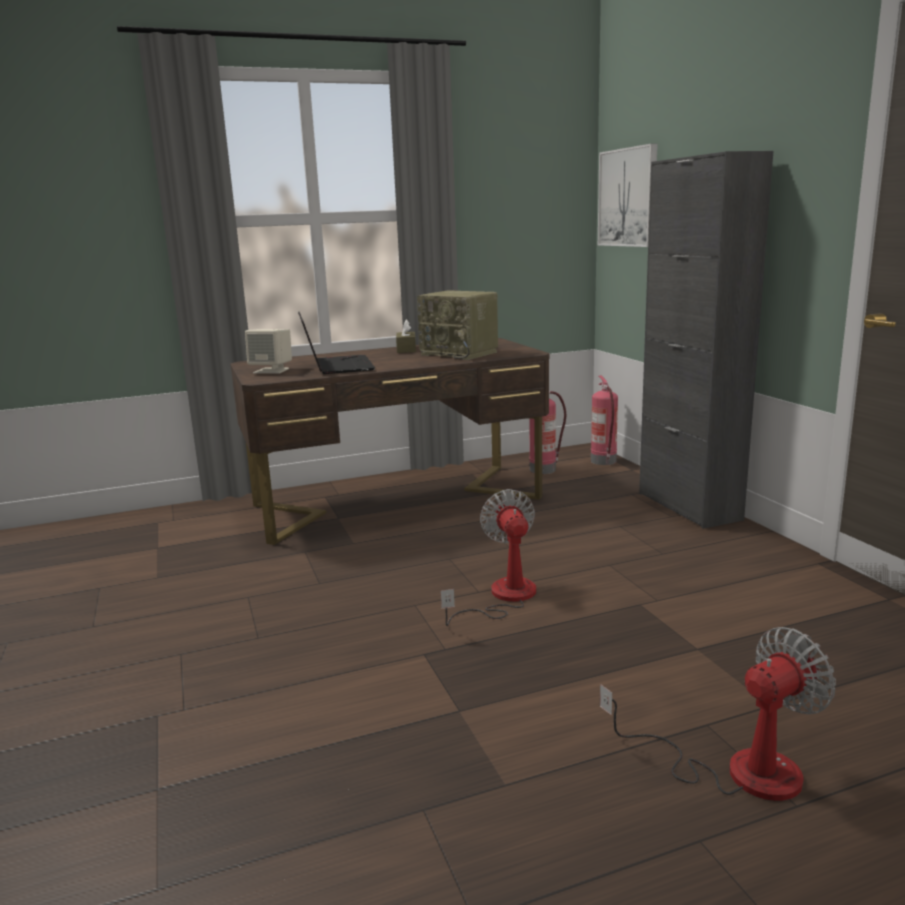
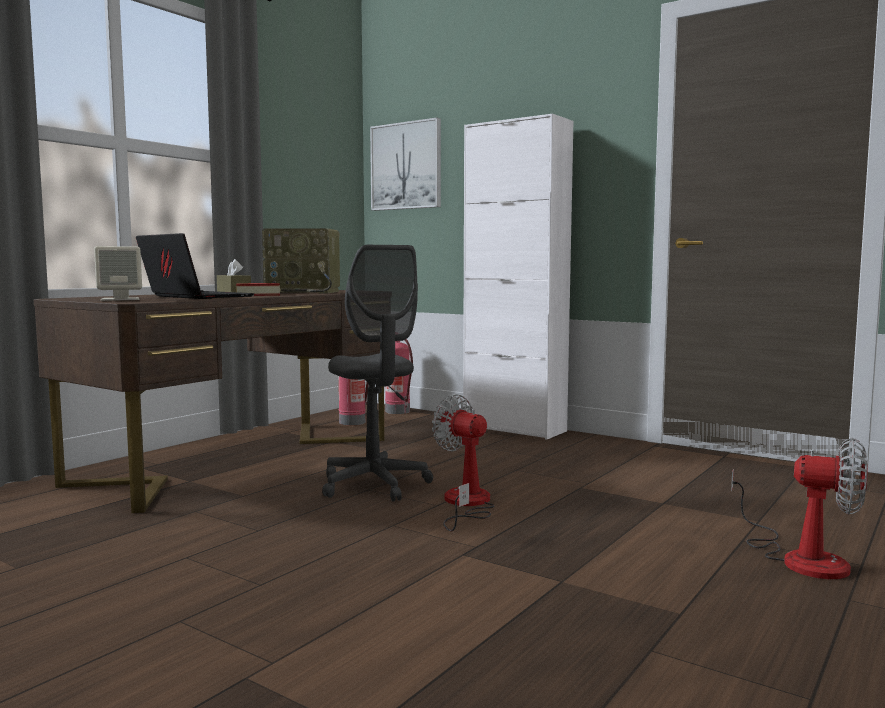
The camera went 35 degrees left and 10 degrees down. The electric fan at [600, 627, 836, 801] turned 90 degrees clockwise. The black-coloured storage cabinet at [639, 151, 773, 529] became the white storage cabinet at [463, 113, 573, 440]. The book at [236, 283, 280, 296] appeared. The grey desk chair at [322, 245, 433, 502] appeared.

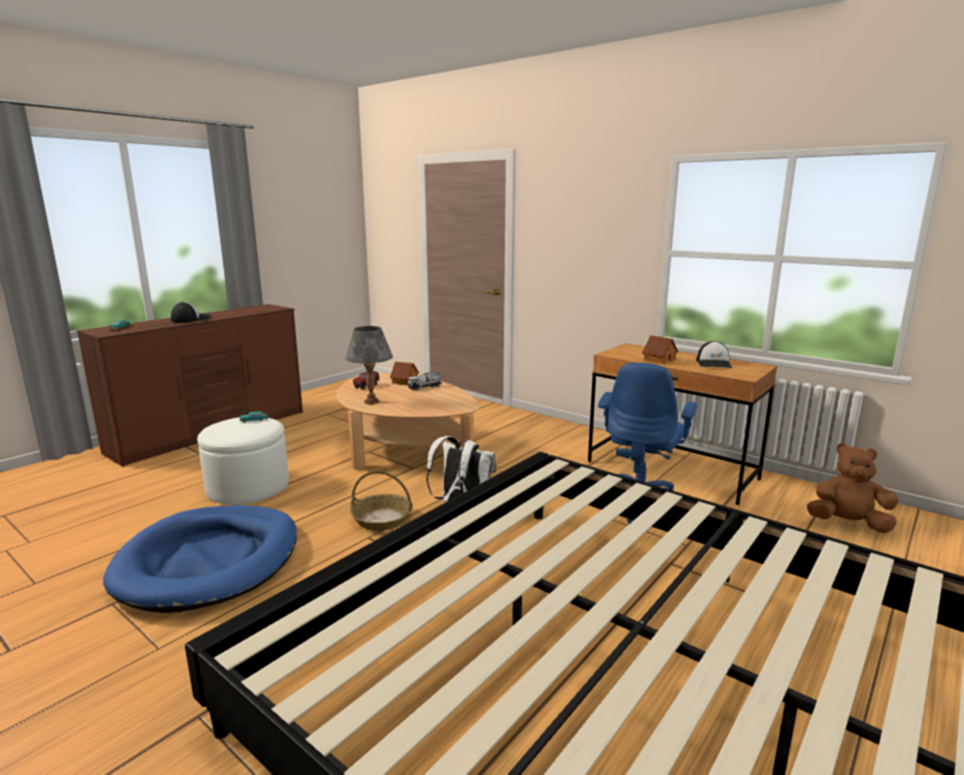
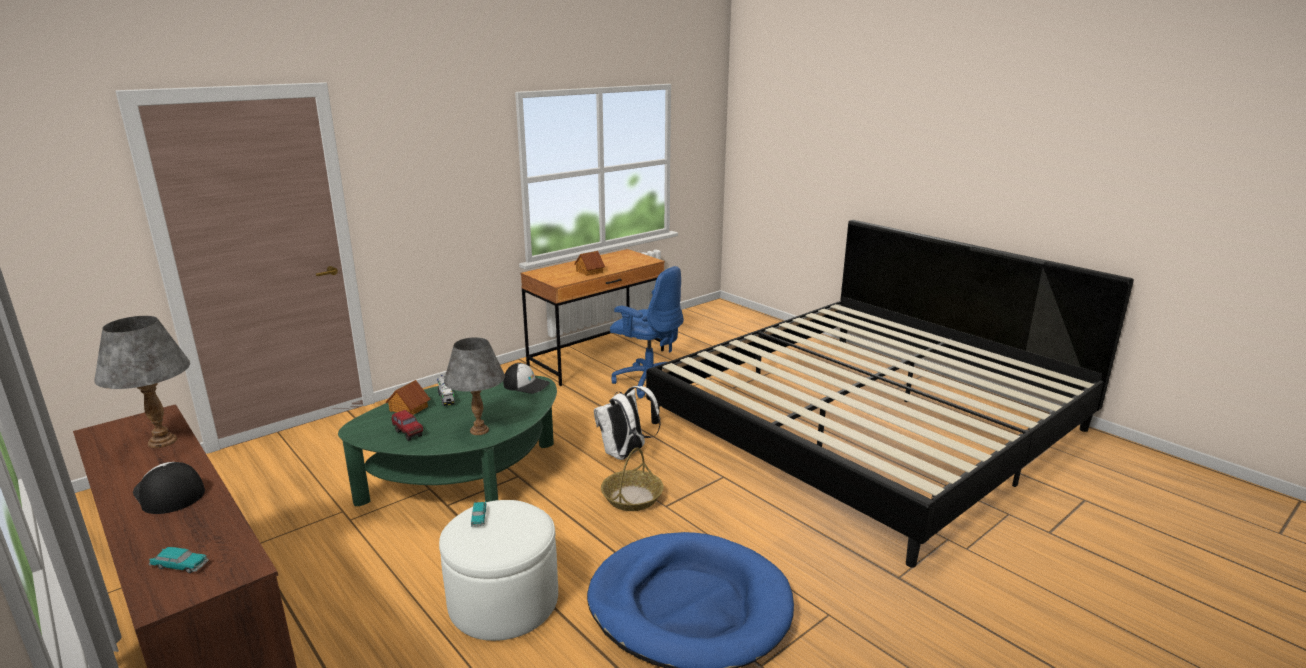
The camera went 80 degrees left and 5 degrees up. The beige lounge table at [336, 373, 480, 470] became the green lounge table at [338, 376, 557, 506]. The peaked cap moved from [696, 341, 732, 368] to [503, 363, 550, 394]. The brown-coloured plush toy at [807, 443, 898, 533] disappeared. The grey lamp for a table at [94, 316, 190, 448] appeared.

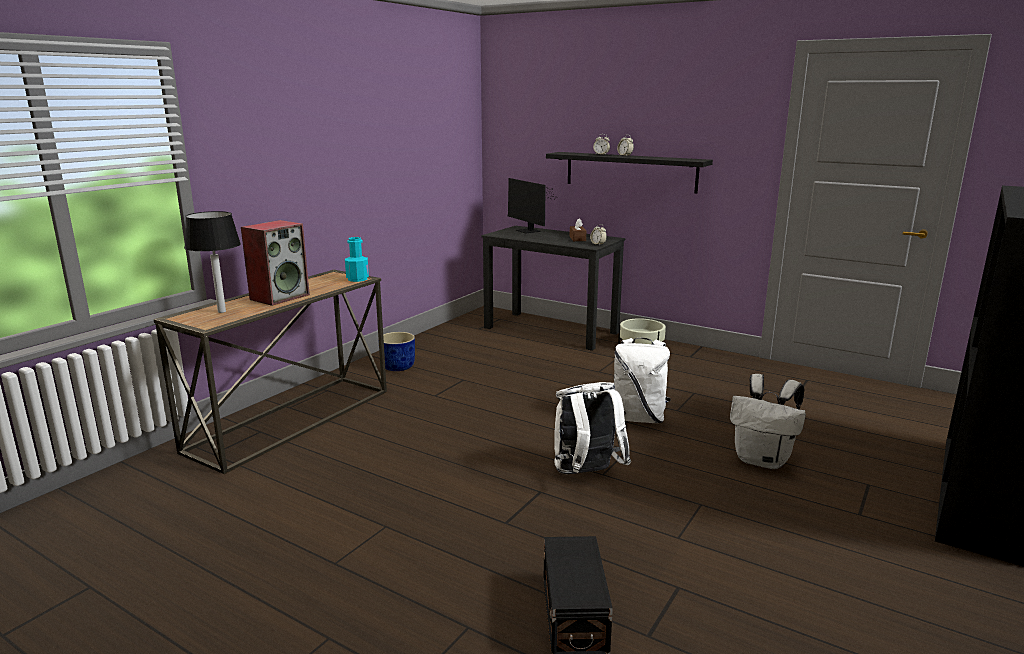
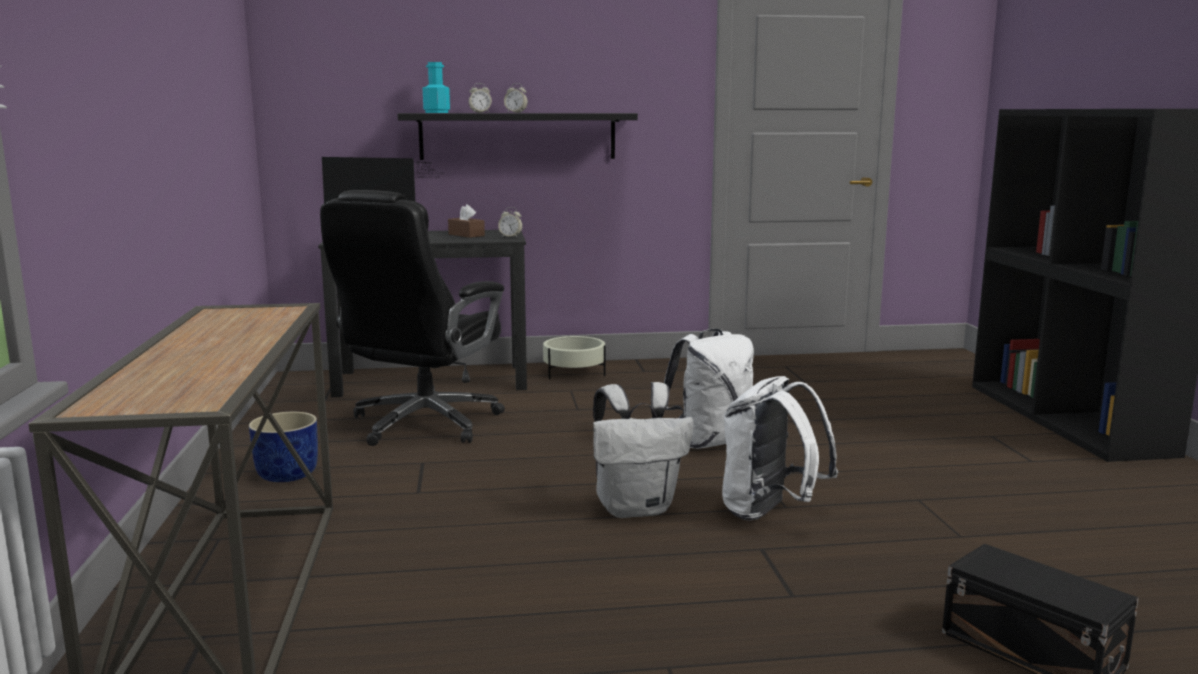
The camera went 40 degrees left and 5 degrees down. The lamp for a table at [184, 211, 241, 313] disappeared. The loudspeaker at [241, 220, 310, 306] disappeared. The turquoise-coloured beverage bottle moved from [345, 237, 369, 282] to [423, 62, 450, 113]. The white backpack moved from [730, 374, 806, 469] to [593, 382, 694, 518]. The black-coloured desk chair at [320, 190, 505, 446] appeared.

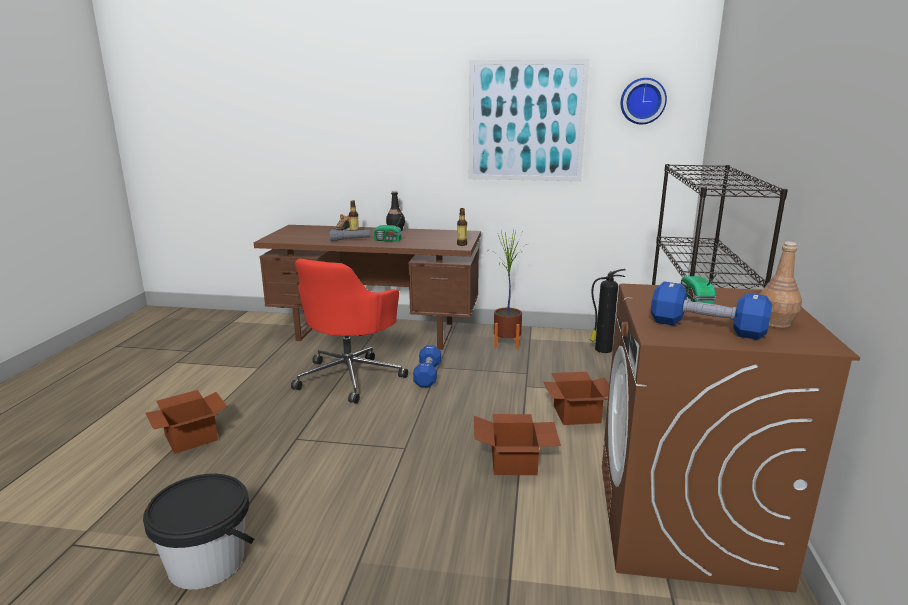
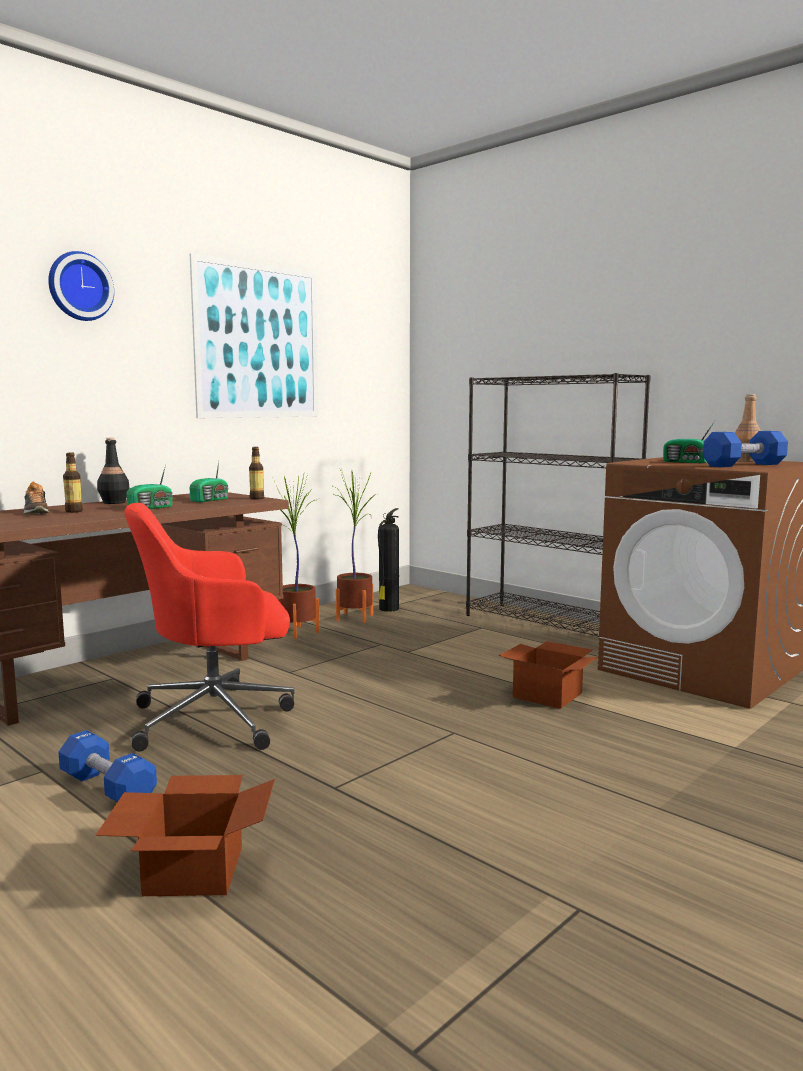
The camera went 55 degrees left and 10 degrees down. The black-coloured water bucket at [143, 474, 254, 590] disappeared. The red desk chair at [291, 259, 408, 404] turned 105 degrees clockwise. The grey hand torch at [329, 230, 370, 241] disappeared. The blue hand weight moved from [413, 345, 441, 388] to [58, 730, 157, 802]. The packing box at [543, 372, 609, 425] disappeared. The clock on the wall moved from [621, 78, 667, 125] to [48, 251, 114, 321]. The radio set at [189, 461, 229, 502] appeared. The houseplant at [333, 469, 376, 623] appeared.

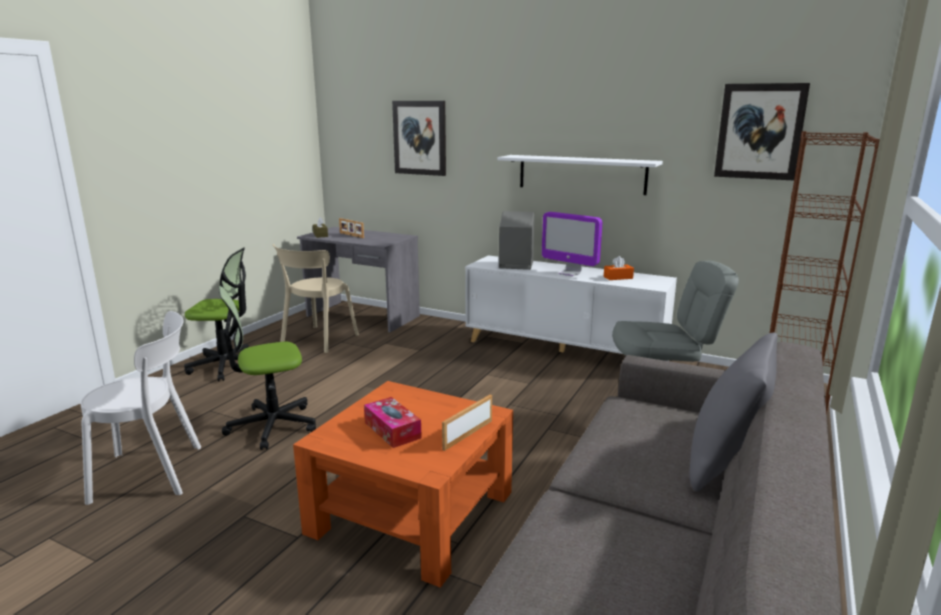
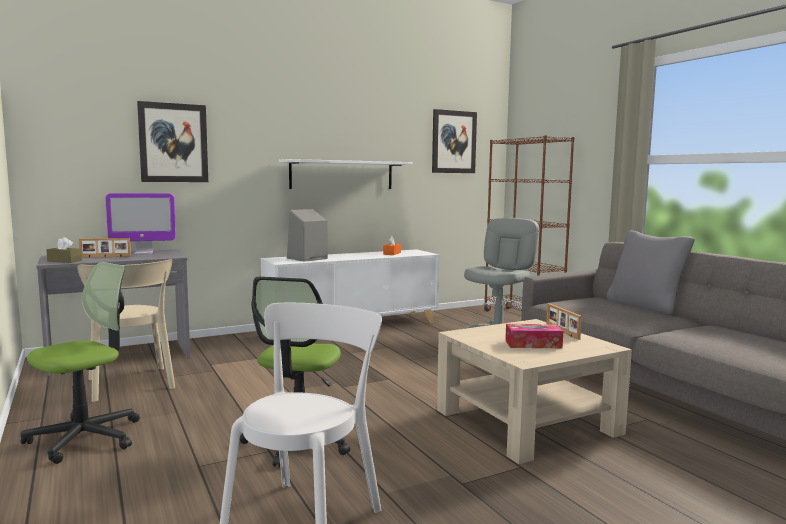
The camera went 55 degrees left and 10 degrees down. The orange lounge table at [293, 381, 513, 588] became the beige lounge table at [437, 319, 632, 464]. The computer screen moved from [542, 212, 602, 276] to [106, 193, 176, 254].

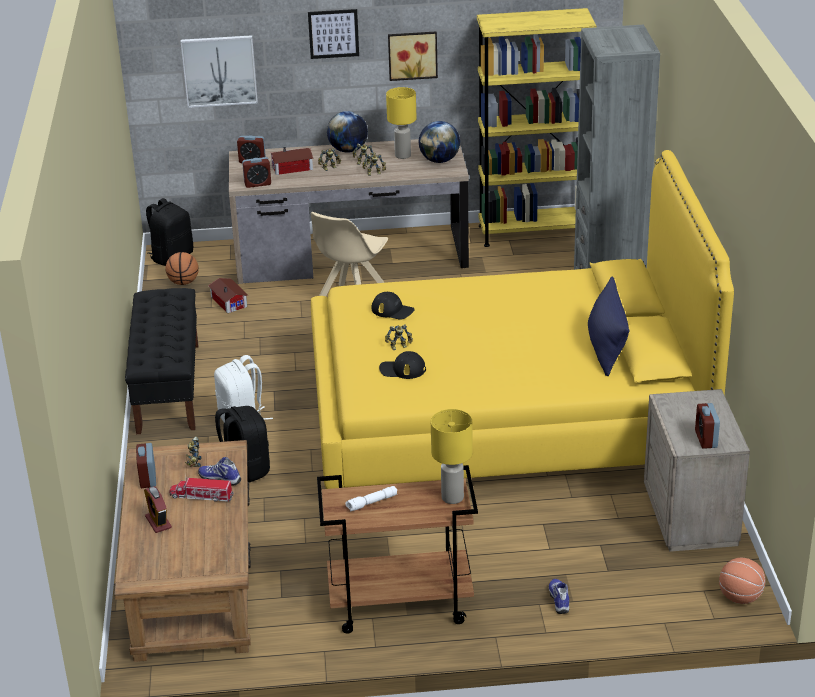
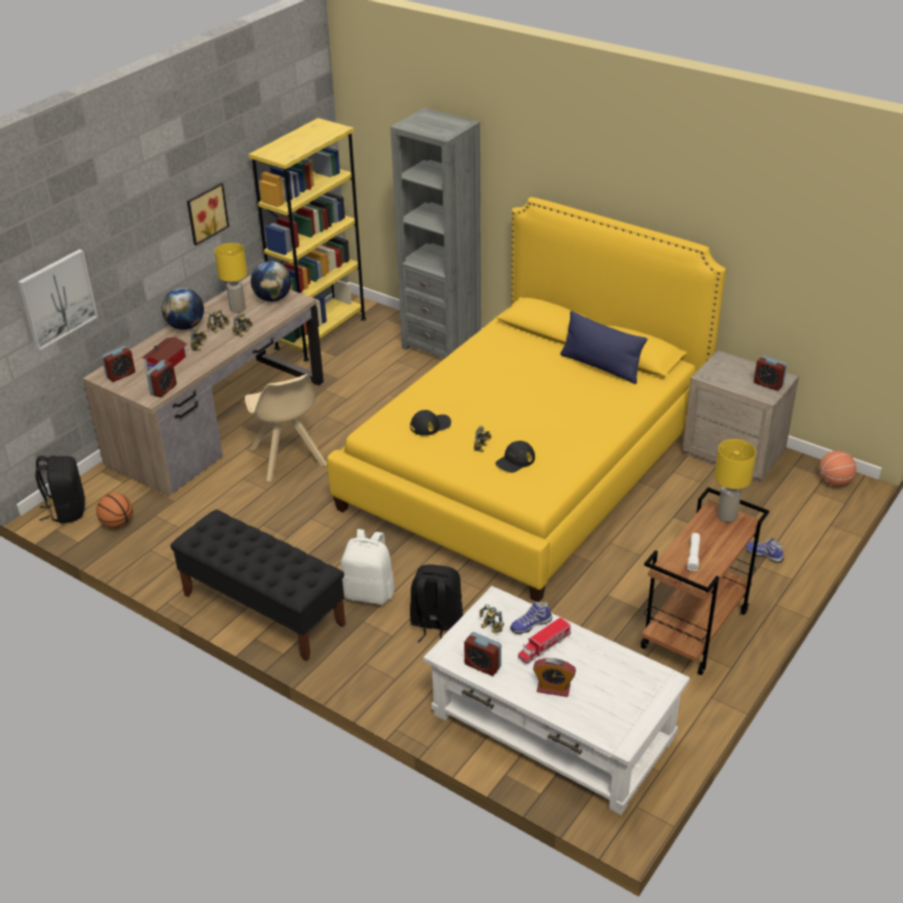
The camera went 50 degrees left and 5 degrees up. The brown-coloured lounge table at [114, 440, 251, 662] became the white lounge table at [423, 586, 690, 815]. The toy house at [208, 278, 248, 313] disappeared. The wall picture at [308, 9, 359, 59] disappeared.

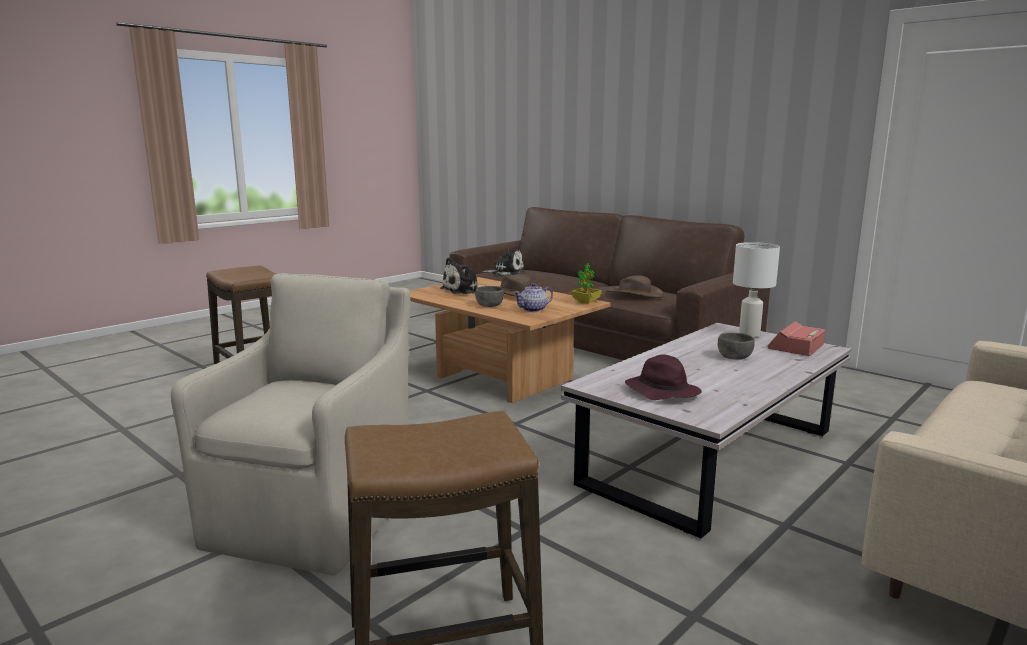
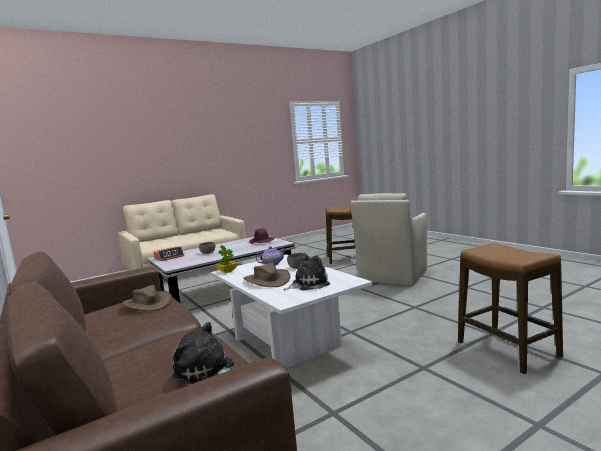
The camera went 165 degrees left and 5 degrees down. The brown-coloured lounge table at [410, 277, 611, 403] became the white lounge table at [211, 254, 372, 369]. The white lamp for a table at [733, 242, 780, 338] disappeared.

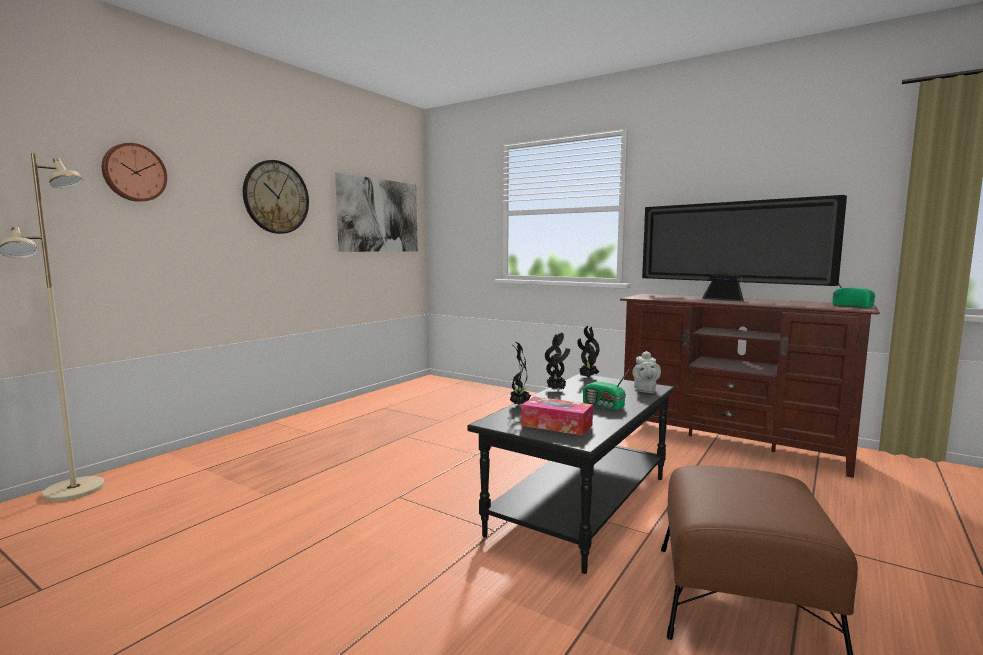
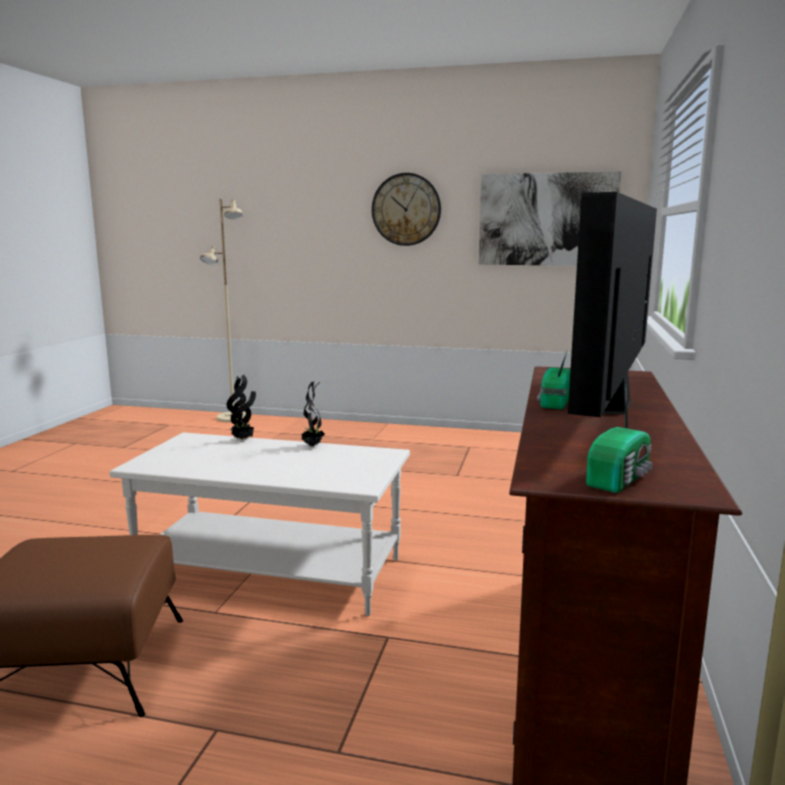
The camera went 70 degrees right and 5 degrees up. The clock on the wall at [102, 143, 167, 202] disappeared. The black-coloured lounge table at [467, 374, 674, 574] became the white lounge table at [110, 432, 410, 616]. The box of tissues at [521, 396, 593, 436] disappeared. The houseplant at [577, 326, 600, 378] disappeared. The radio set moved from [583, 368, 630, 410] to [537, 351, 570, 409]. The grey teapot at [632, 351, 661, 393] disappeared.

